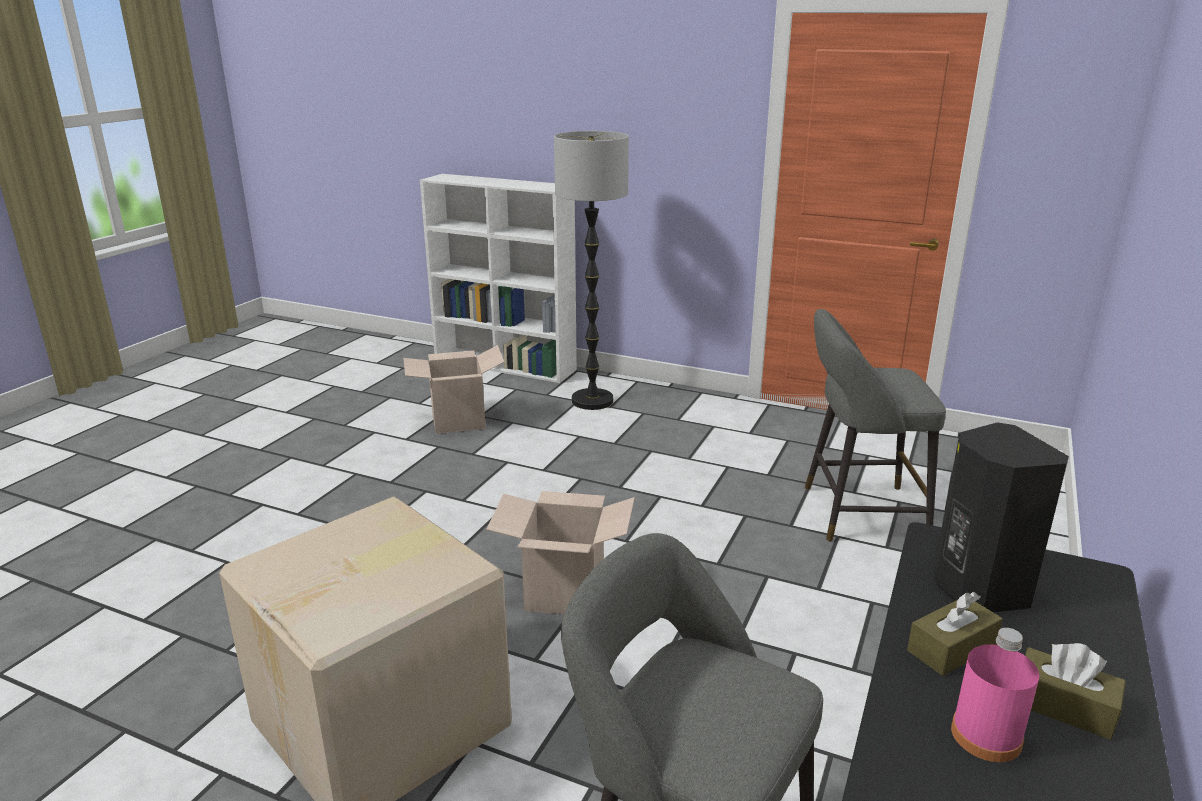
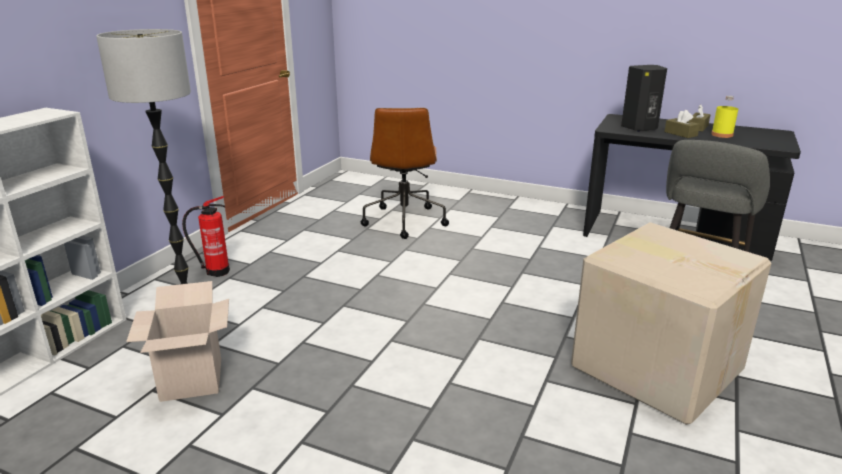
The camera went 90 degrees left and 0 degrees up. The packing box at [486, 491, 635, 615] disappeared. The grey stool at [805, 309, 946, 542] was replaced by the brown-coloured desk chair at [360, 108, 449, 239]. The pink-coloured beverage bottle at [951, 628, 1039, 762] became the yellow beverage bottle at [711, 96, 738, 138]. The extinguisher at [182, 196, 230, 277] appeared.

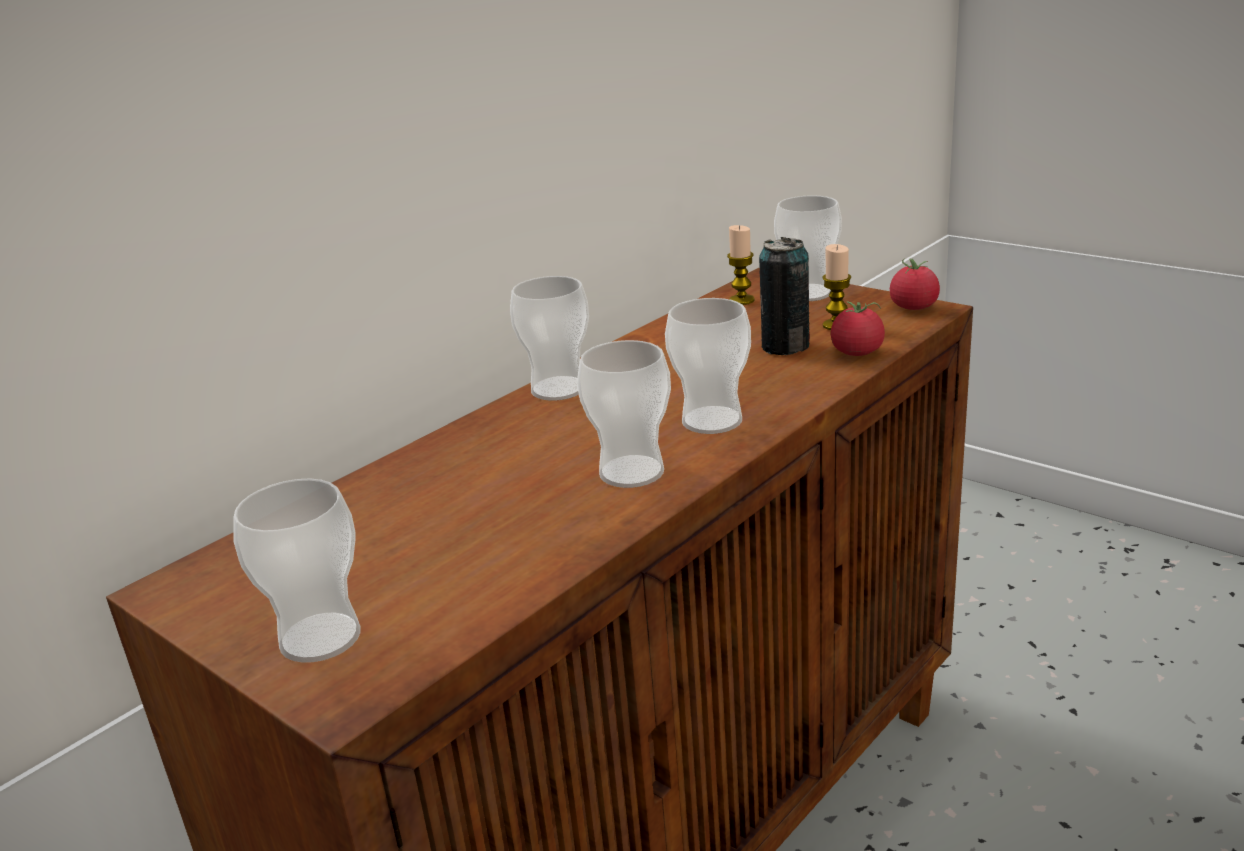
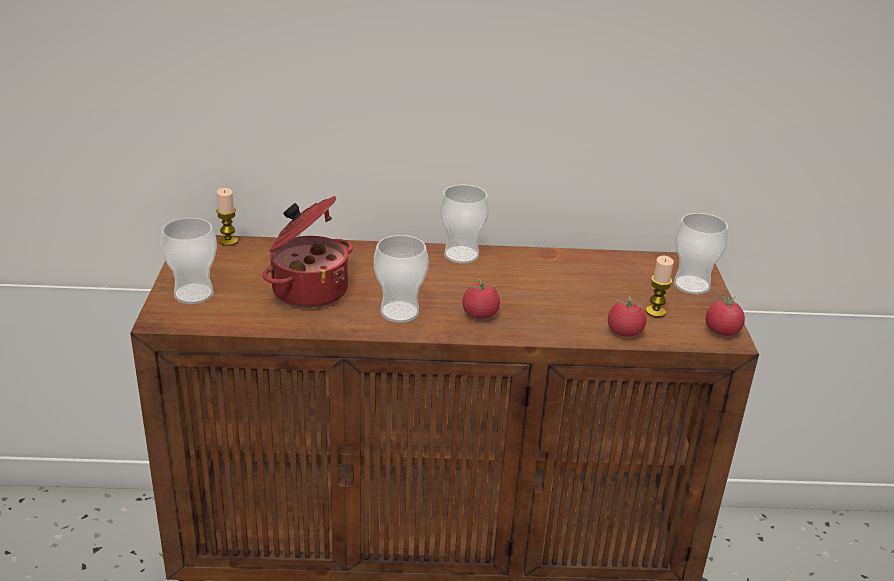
The camera went 45 degrees right and 5 degrees up. The cup at [665, 298, 751, 434] was replaced by the whole tomato at [462, 279, 500, 319]. The wax candle moved from [727, 225, 755, 305] to [216, 188, 238, 246]. The can at [759, 237, 810, 355] disappeared. The saucepot at [262, 196, 353, 308] appeared.

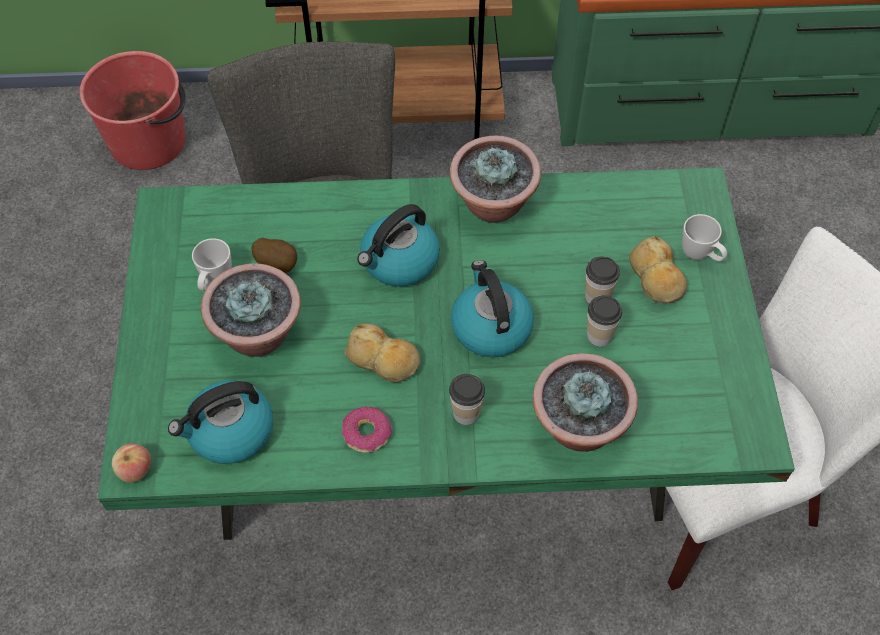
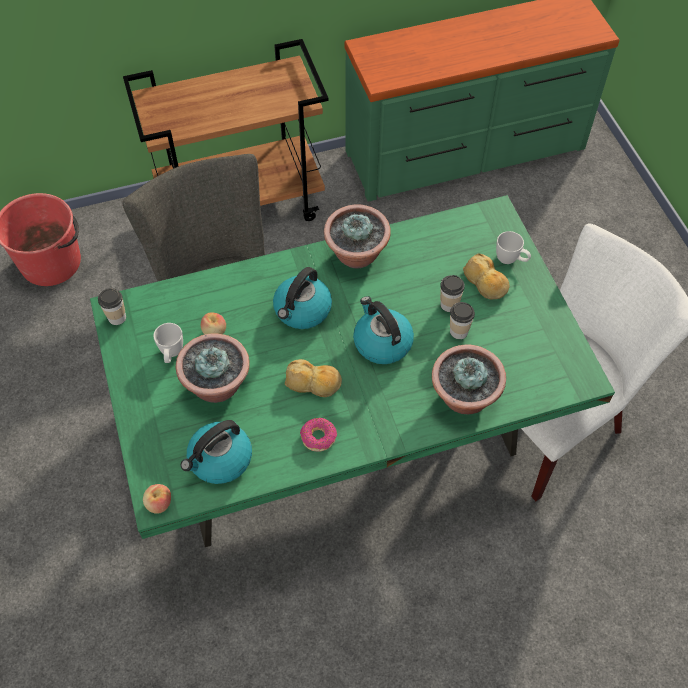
The camera went 15 degrees left and 0 degrees up. The whole potato at [252, 238, 297, 273] was replaced by the apple at [201, 312, 226, 335]. The cup moved from [449, 374, 485, 425] to [98, 288, 126, 325].

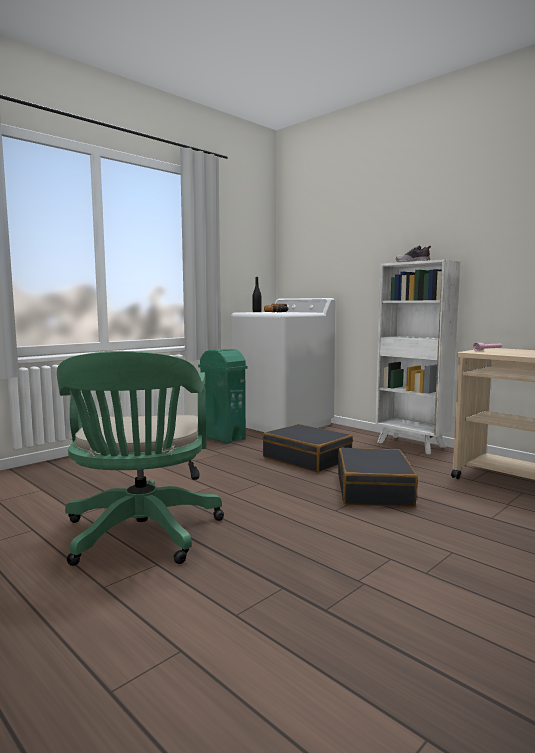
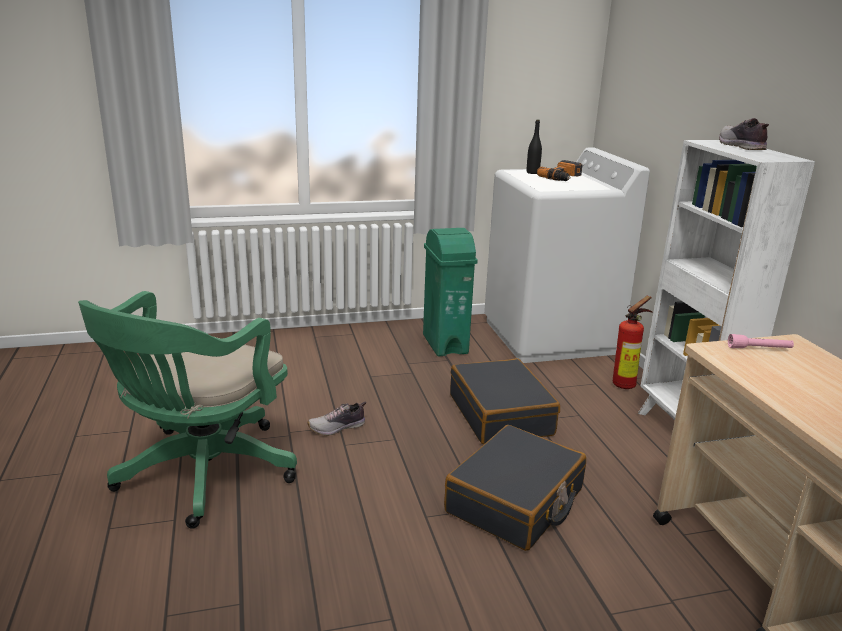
The camera went 30 degrees right and 15 degrees up. The low shoe at [307, 402, 366, 436] appeared. The extinguisher at [613, 296, 652, 389] appeared.

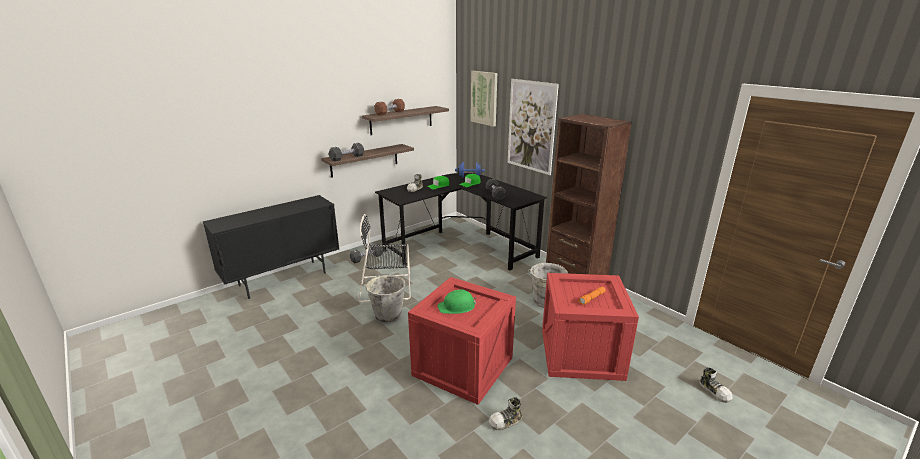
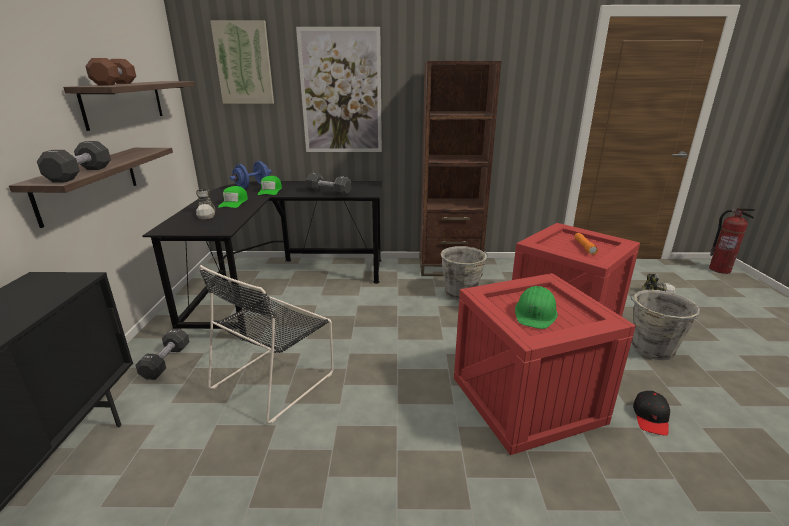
The camera went 50 degrees left and 0 degrees up. The grey water bucket moved from [362, 274, 405, 324] to [630, 290, 700, 360]. The low shoe at [489, 397, 522, 430] was replaced by the black-coloured peaked cap at [633, 391, 670, 436]. The extinguisher at [709, 208, 756, 274] appeared.

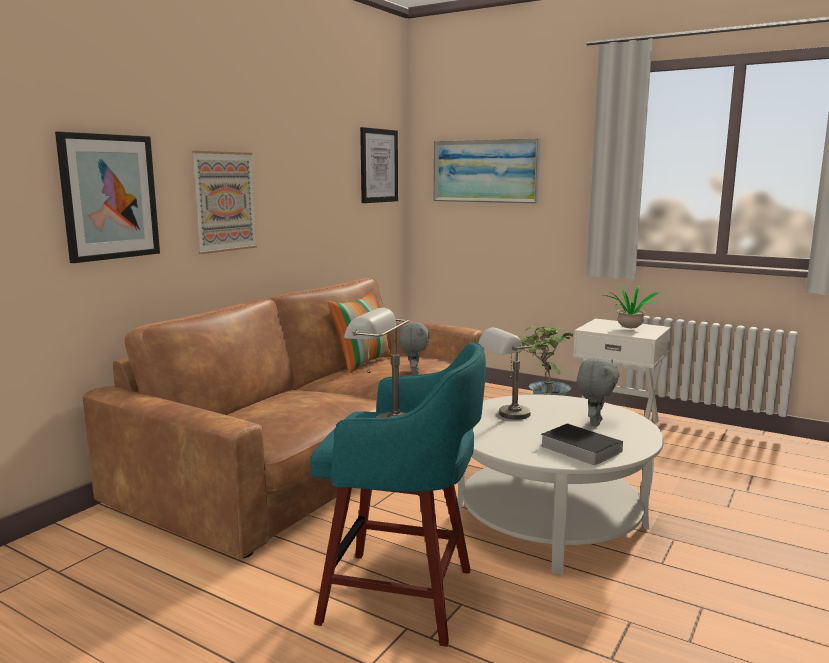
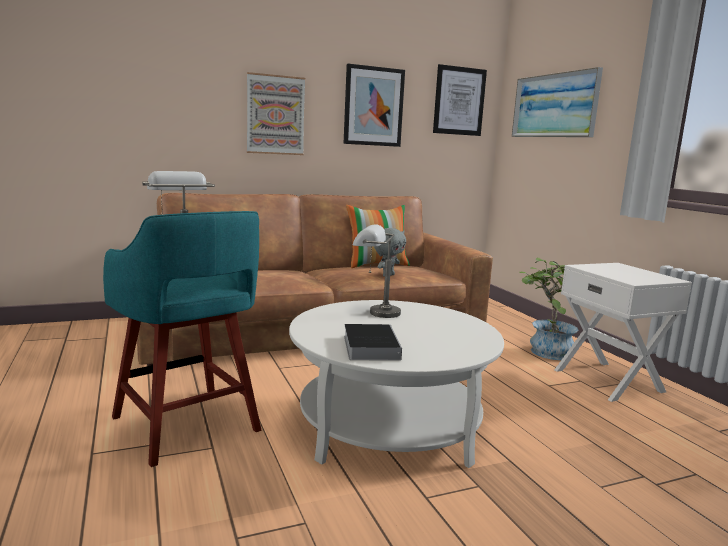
The camera went 35 degrees right and 0 degrees up. The wall picture moved from [55, 131, 160, 263] to [343, 64, 405, 147]. The grey plush toy at [577, 358, 619, 427] disappeared. The houseplant at [604, 284, 659, 328] disappeared.

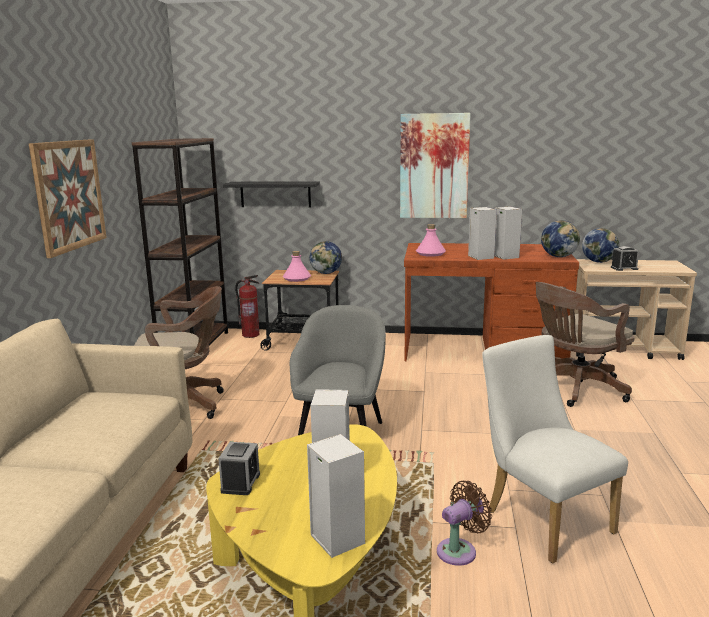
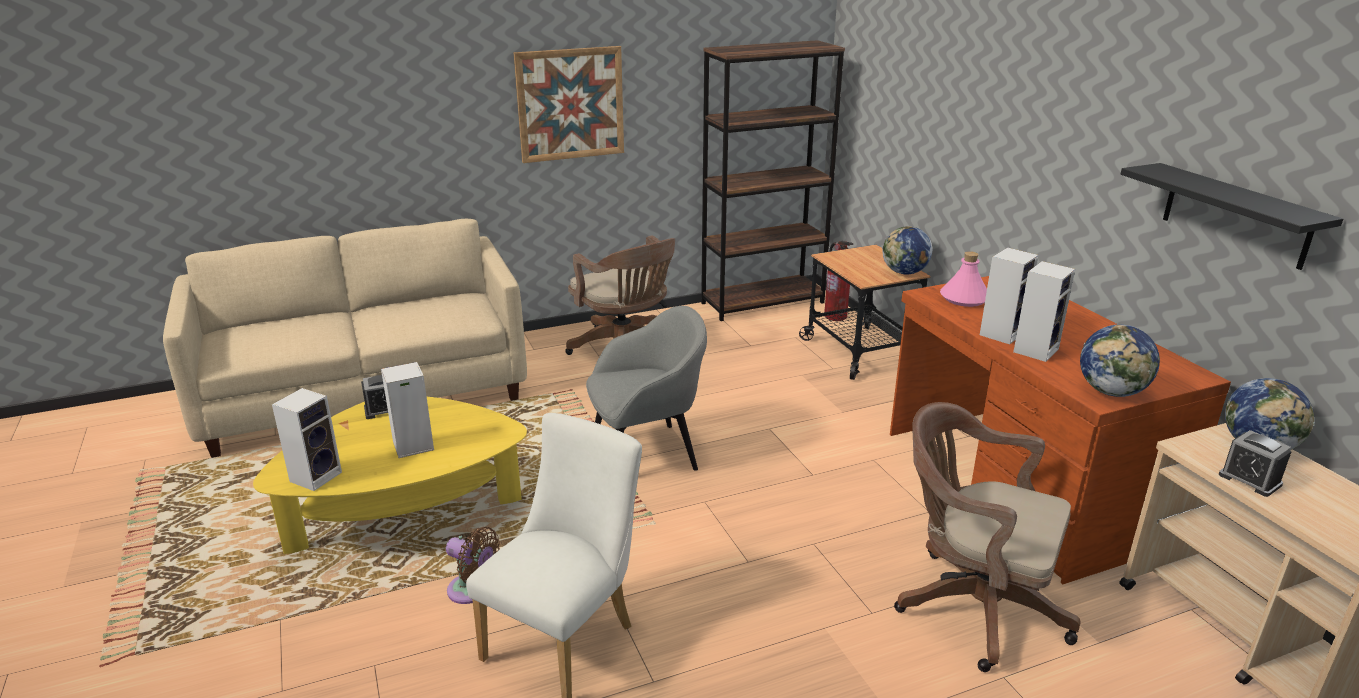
The camera went 60 degrees right and 10 degrees up. The black-coloured bracket shelf moved from [223, 181, 320, 208] to [1121, 163, 1343, 270]. The pink-coloured beverage bottle at [283, 251, 311, 282] disappeared. The wall picture at [400, 113, 471, 218] disappeared.

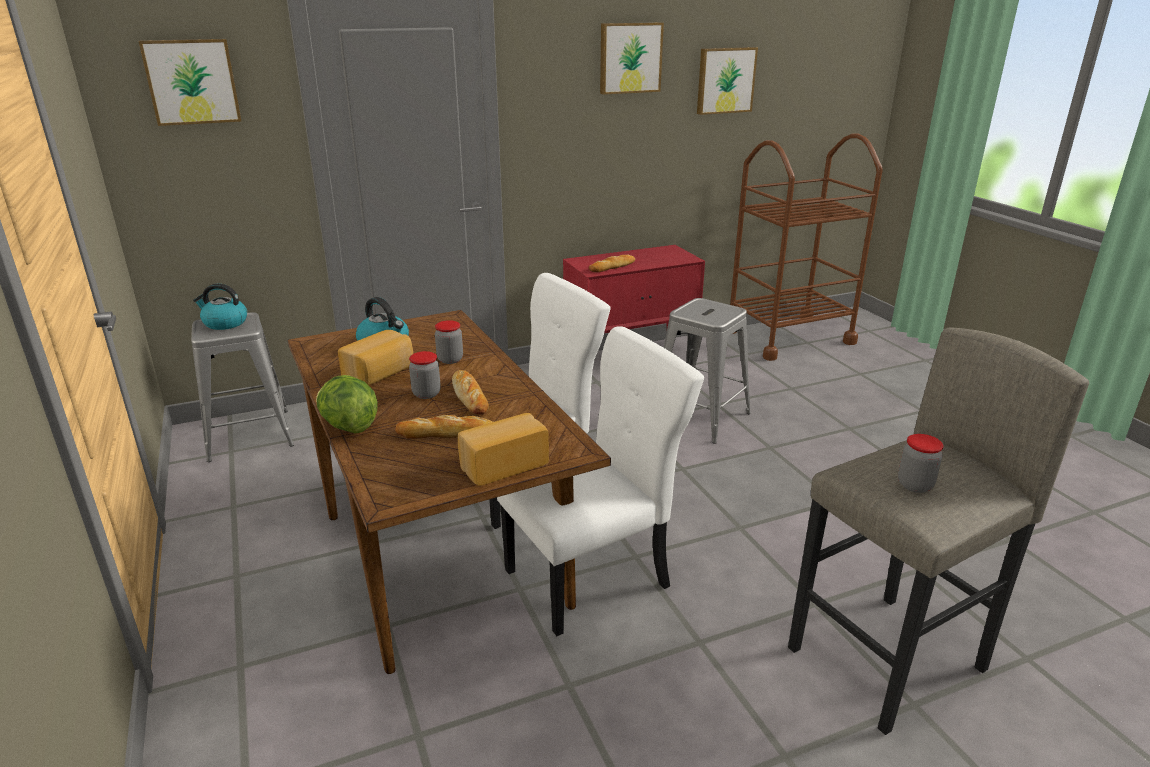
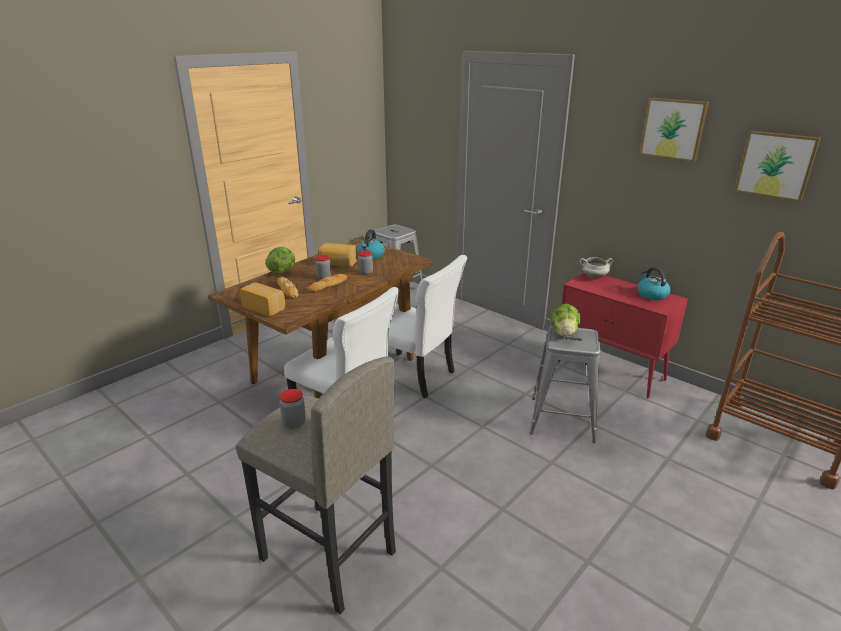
The camera went 65 degrees right and 0 degrees up. The wall picture at [139, 39, 242, 126] disappeared. The water kettle moved from [193, 284, 247, 330] to [638, 267, 670, 300]. The baked bread at [589, 254, 635, 272] disappeared. The lettuce at [551, 304, 581, 337] appeared. The white saucepot at [580, 257, 613, 279] appeared.

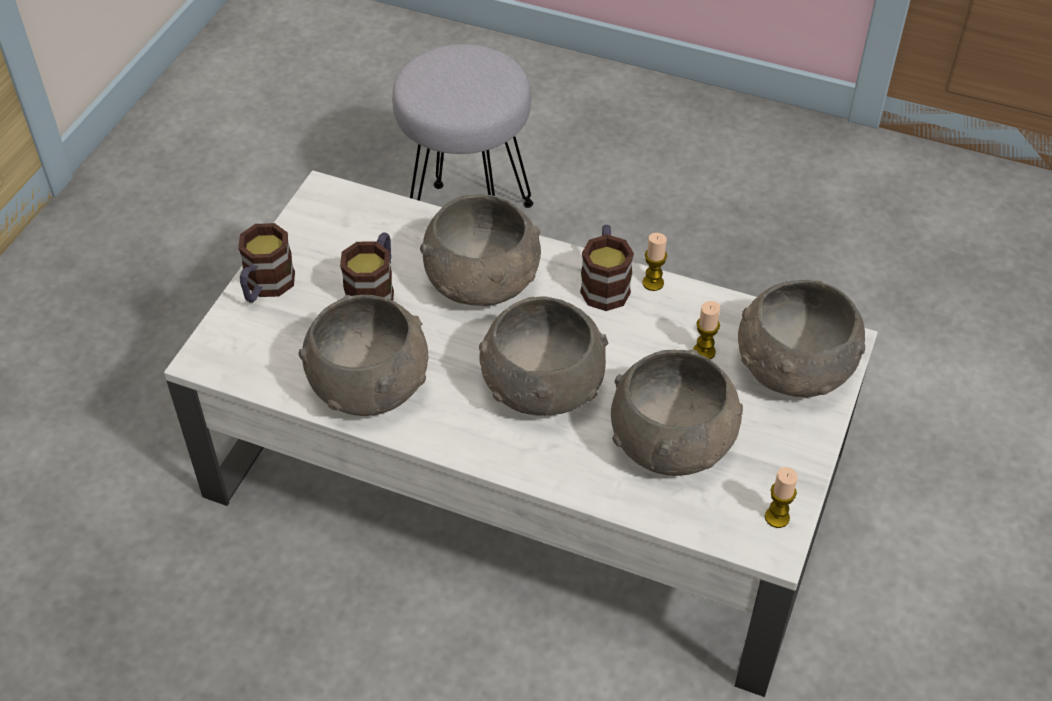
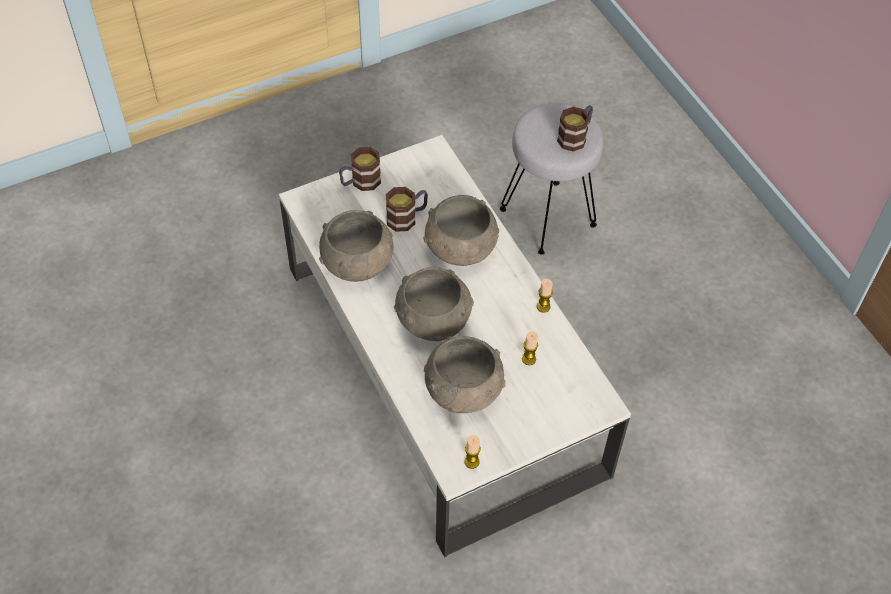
The camera went 40 degrees right and 5 degrees up. The coffee mug moved from [580, 225, 634, 311] to [557, 105, 593, 151]. The grey deep dish at [738, 280, 865, 398] disappeared.

